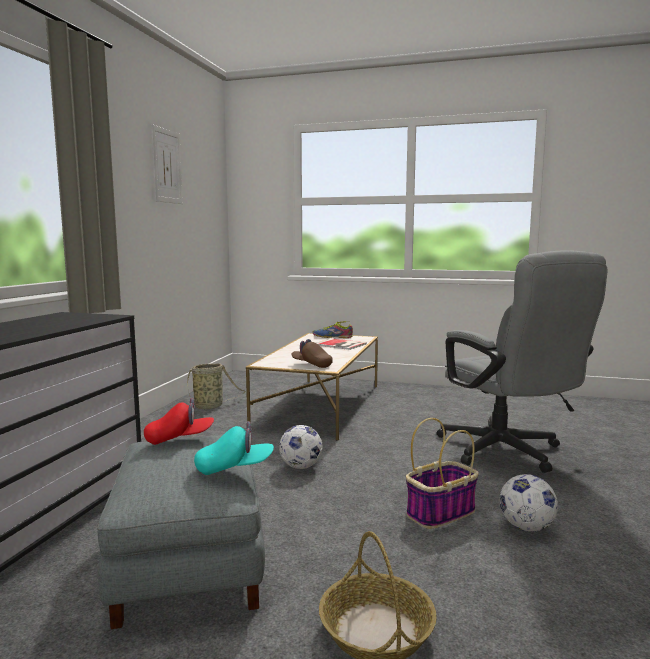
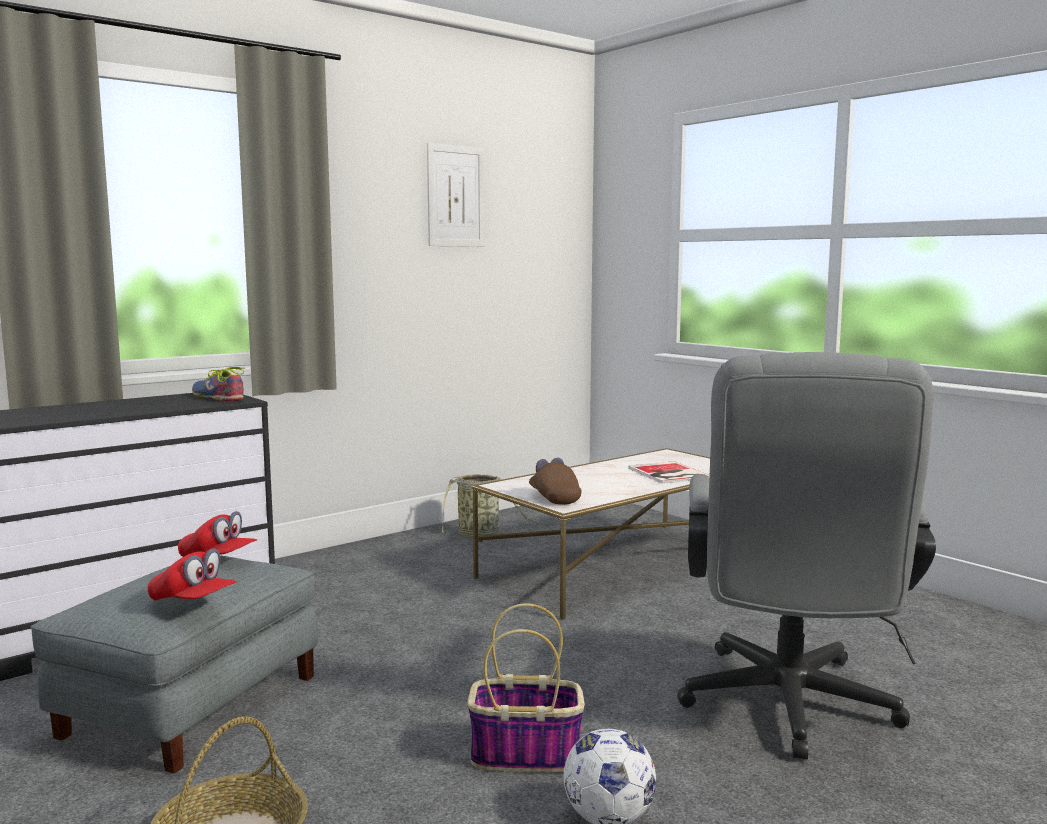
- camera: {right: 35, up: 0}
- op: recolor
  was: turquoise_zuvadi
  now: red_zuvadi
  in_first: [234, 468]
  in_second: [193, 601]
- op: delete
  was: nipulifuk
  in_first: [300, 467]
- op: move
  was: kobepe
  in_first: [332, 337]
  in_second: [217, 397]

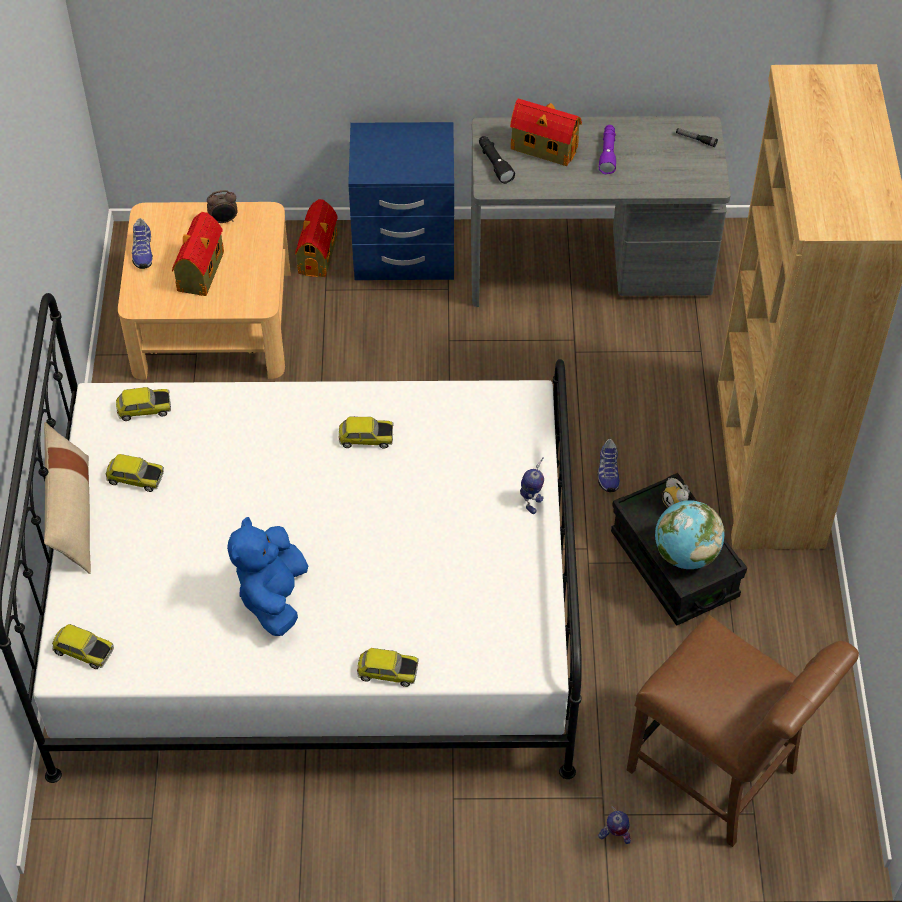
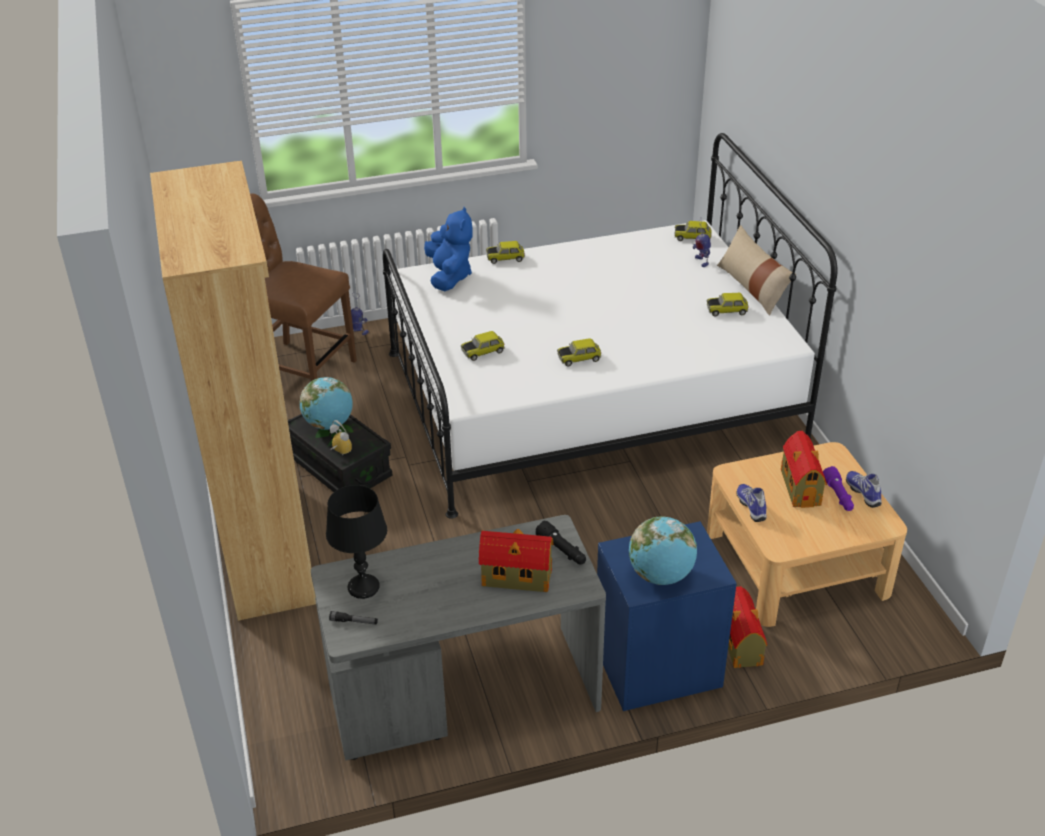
- camera: {right: 165, up: -15}
- op: move
  was: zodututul
  in_first: [144, 409]
  in_second: [483, 351]
- op: delete
  was: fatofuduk
  in_first: [224, 221]
- op: move
  was: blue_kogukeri
  in_first: [273, 596]
  in_second: [449, 276]
- op: move
  was: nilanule
  in_first: [531, 501]
  in_second: [701, 261]
- op: move
  was: kobepe
  in_first: [607, 472]
  in_second: [752, 506]
- op: move
  was: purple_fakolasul
  in_first: [607, 153]
  in_second: [838, 496]
- op: insert
  now: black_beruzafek
  in_second: [363, 587]
- op: insert
  now: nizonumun
  in_second: [661, 575]

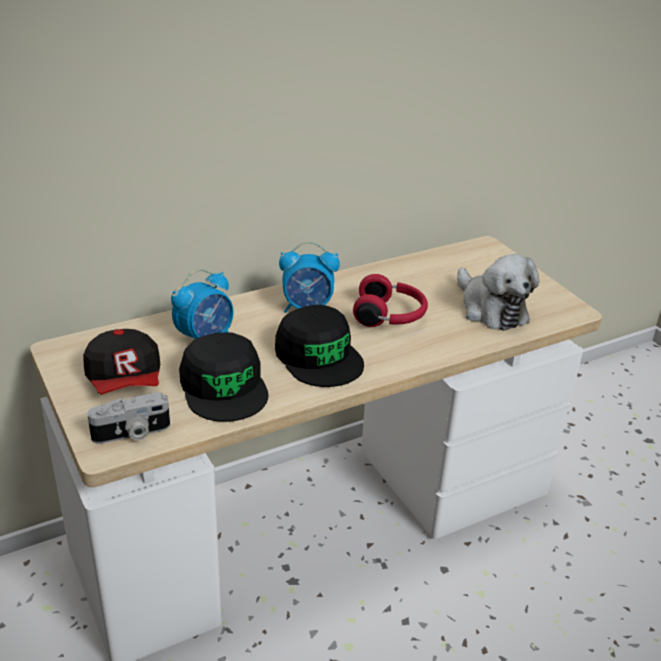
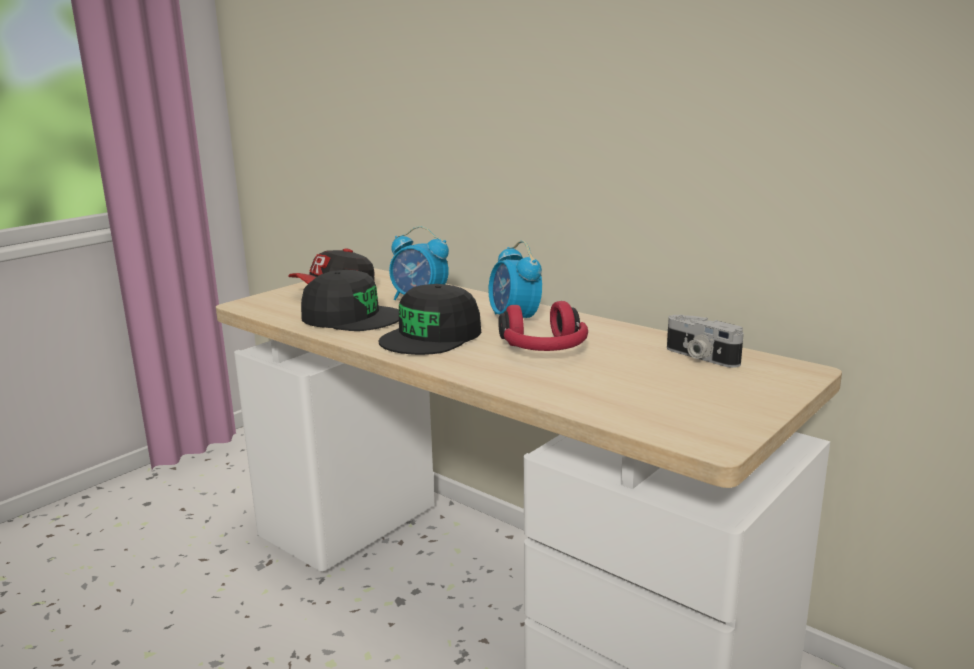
- camera: {right: 70, up: -15}
- op: move
  was: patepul
  in_first: [132, 433]
  in_second: [700, 357]
- op: rotate
  was: black_zuvadi
  in_first: [224, 386]
  in_second: [351, 317]
  clockwise: -120
- op: delete
  was: kogukeri
  in_first: [491, 309]

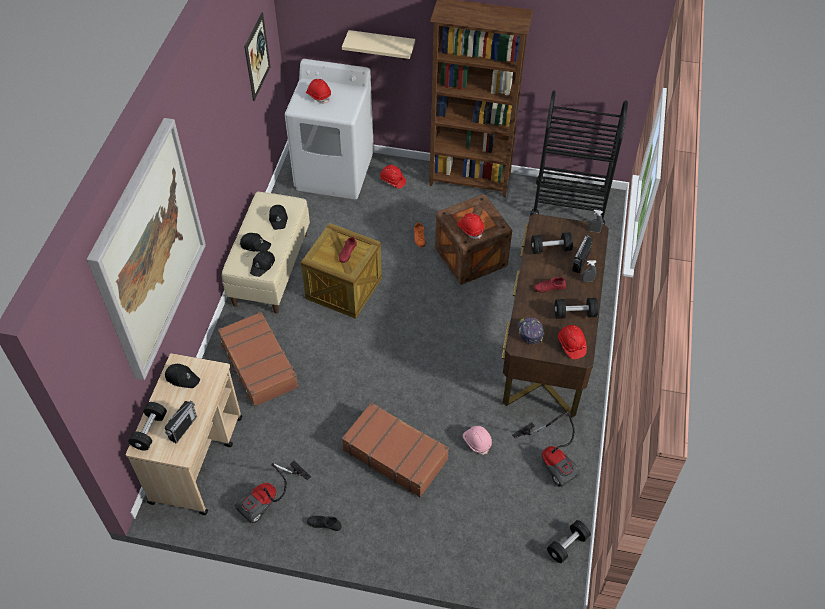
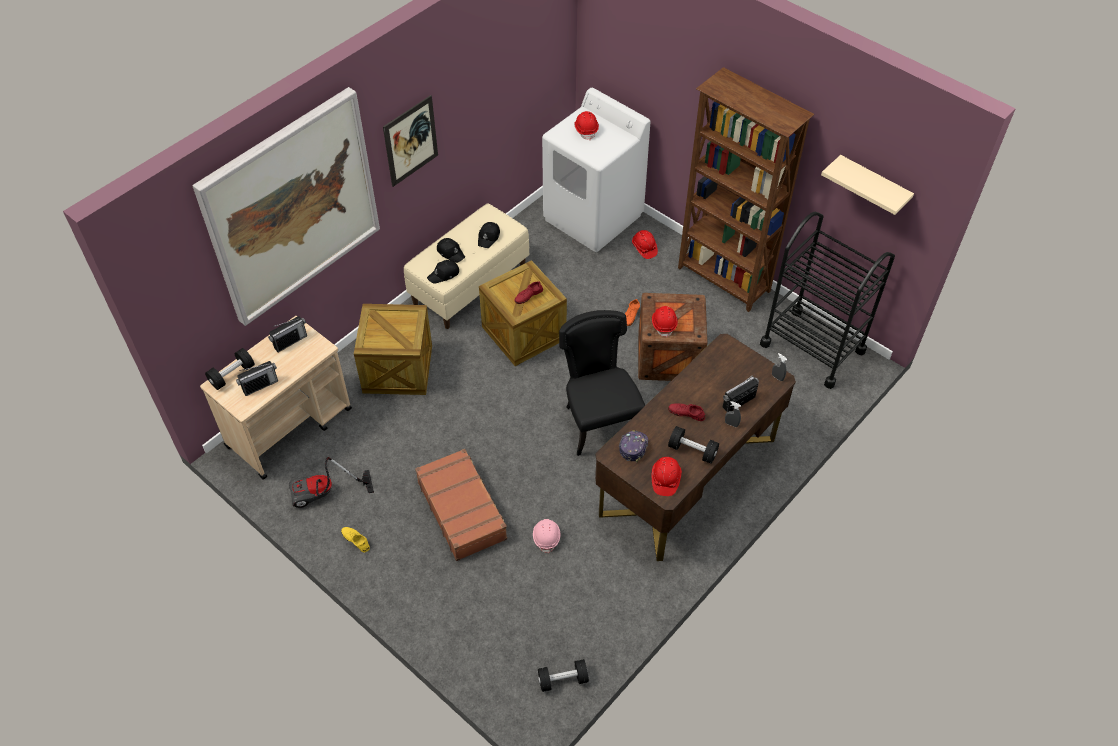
- camera: {right: 30, up: 0}
- op: replace
  was: black_zuvadi
  now: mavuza
  in_first: [182, 378]
  in_second: [290, 341]
- op: replace
  was: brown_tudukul
  now: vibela
  in_first: [258, 365]
  in_second: [398, 369]
- op: move
  was: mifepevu
  in_first: [257, 57]
  in_second: [411, 141]
- op: recolor
  was: black_kobepe
  now: yellow_kobepe
  in_first: [324, 524]
  in_second: [355, 540]
- op: move
  was: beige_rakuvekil
  in_first: [382, 45]
  in_second: [873, 186]
- op: delete
  was: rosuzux
  in_first: [552, 459]
- op: delete
  was: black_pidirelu
  in_first: [550, 249]
- op: insert
  now: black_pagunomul
  in_second: [598, 421]

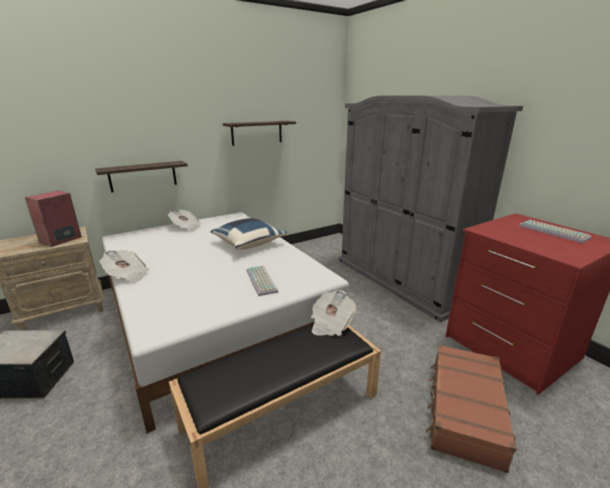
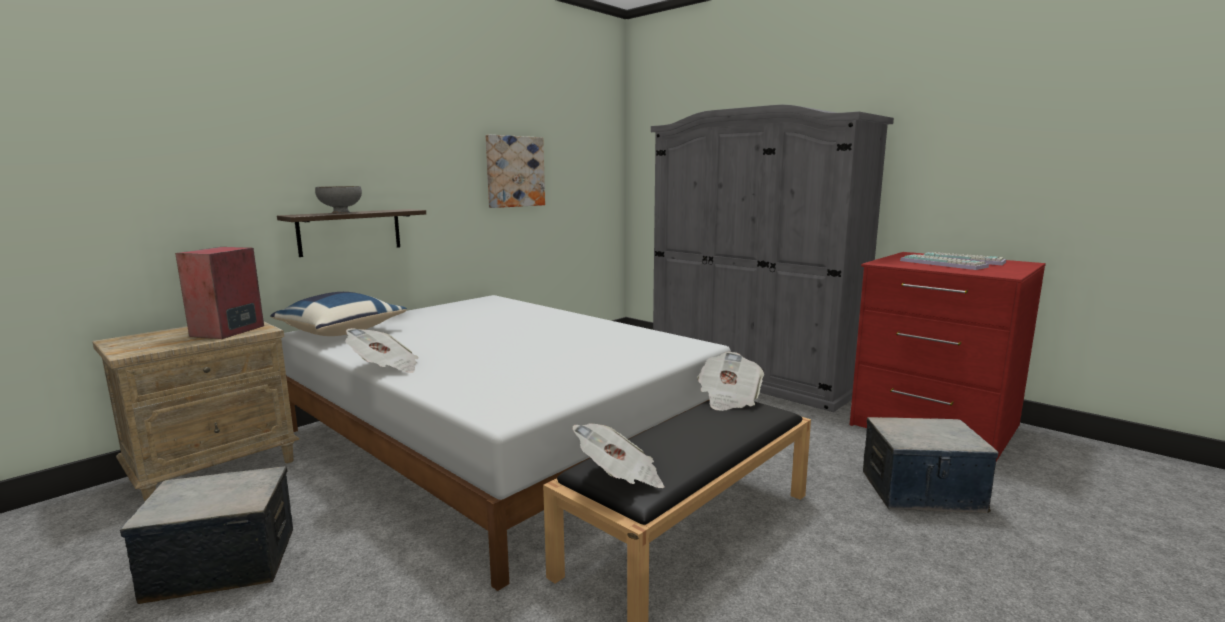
- camera: {right: -15, up: -10}
- op: move
  was: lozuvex
  in_first: [186, 227]
  in_second: [620, 477]
- op: move
  was: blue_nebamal
  in_first: [248, 243]
  in_second: [341, 332]
- op: replace
  was: rakuvekil
  now: mifepevu
  in_first: [257, 132]
  in_second: [515, 171]
- op: move
  was: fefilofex
  in_first: [262, 281]
  in_second: [944, 264]
- op: replace
  was: brown_tudukul
  now: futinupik
  in_first: [464, 410]
  in_second: [921, 492]
- op: insert
  now: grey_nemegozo
  in_second: [341, 213]

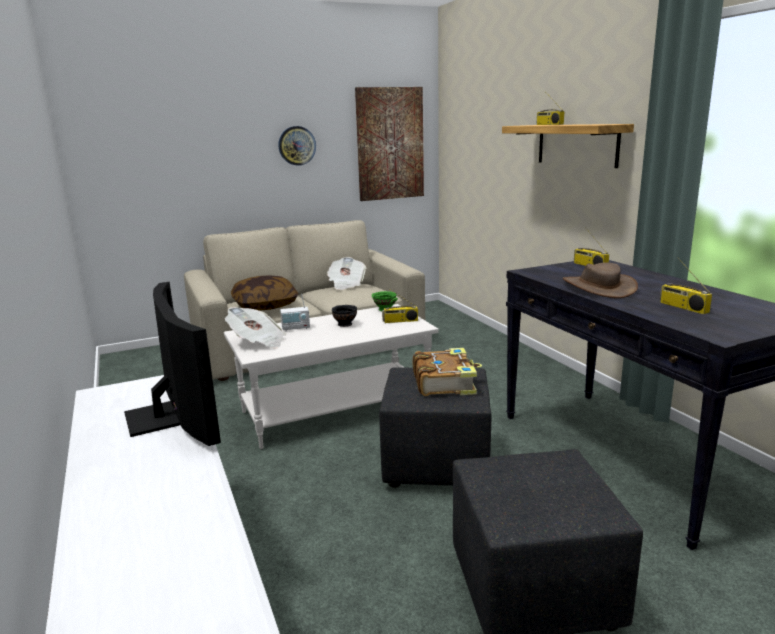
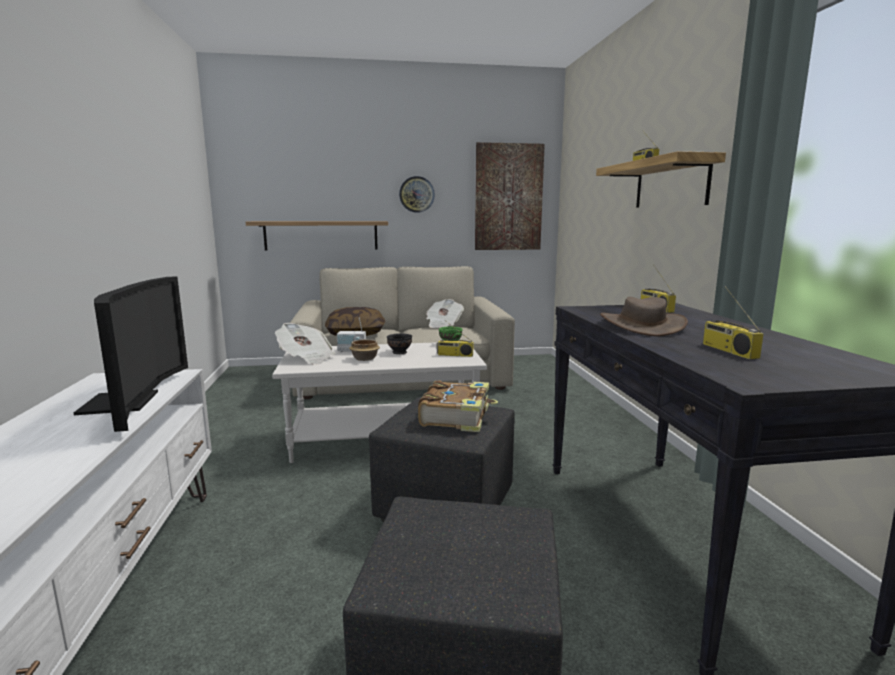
- camera: {right: 15, up: -5}
- op: insert
  now: rakuvekil
  in_second: [321, 235]
- op: insert
  now: nemegozo
  in_second: [364, 359]

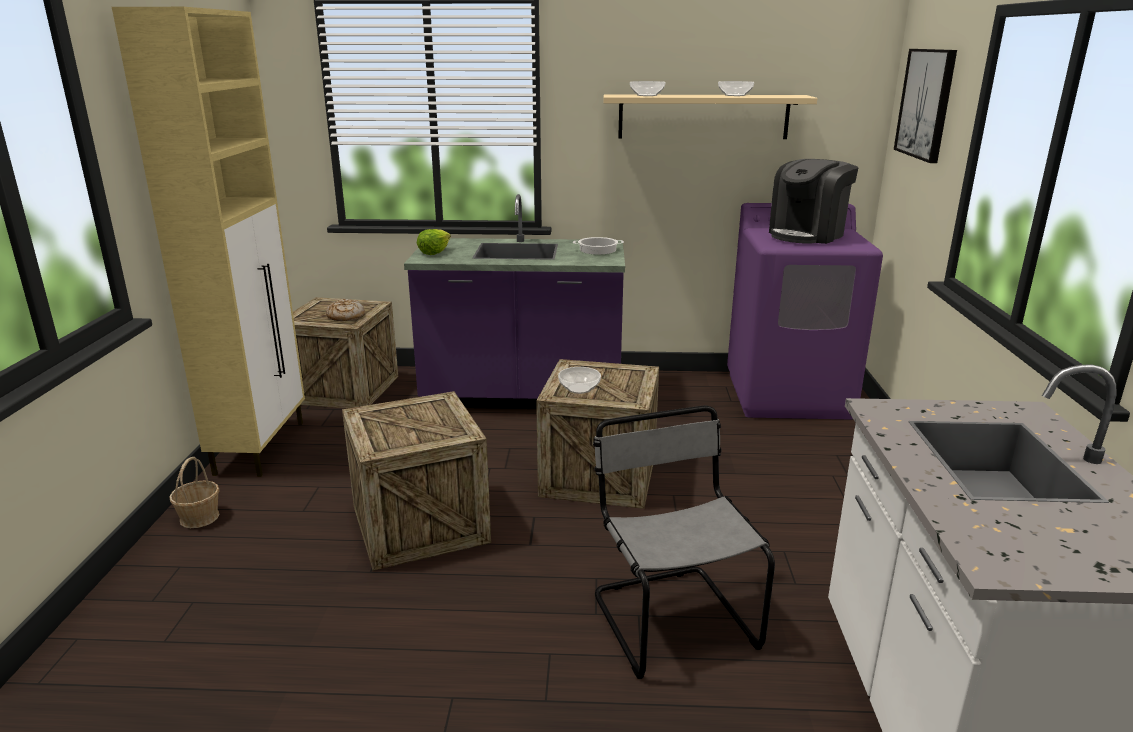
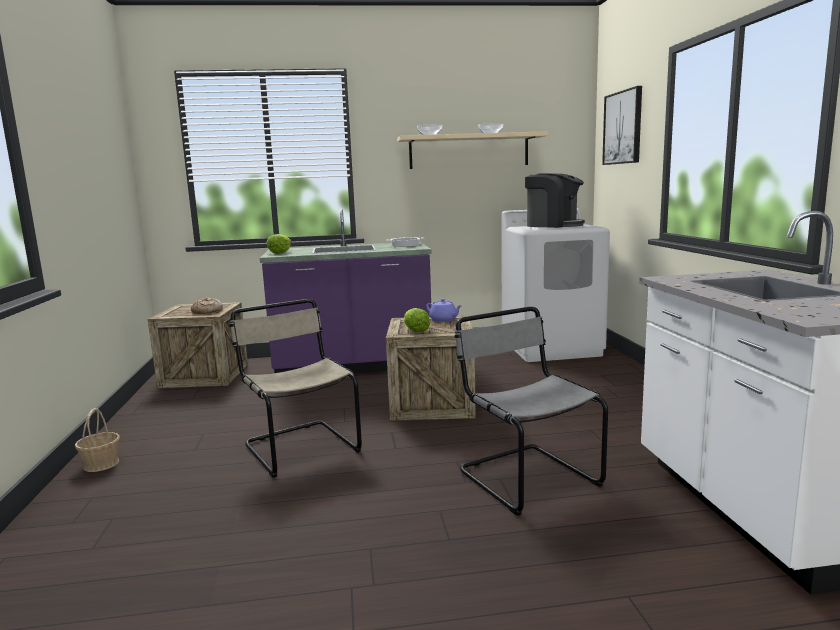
- camera: {right: -10, up: -10}
- op: delete
  was: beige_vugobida
  in_first: [261, 447]
- op: replace
  was: vibela
  now: beige_pagunomul
  in_first: [420, 524]
  in_second: [299, 447]
- op: replace
  was: nemegozo
  now: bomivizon
  in_first: [579, 389]
  in_second: [415, 329]
- op: recolor
  was: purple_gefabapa
  now: white_gefabapa
  in_first: [789, 395]
  in_second: [552, 348]
- op: rotate
  was: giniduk
  in_first: [807, 234]
  in_second: [553, 225]
  clockwise: -90
- op: insert
  now: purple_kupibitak
  in_second: [444, 320]

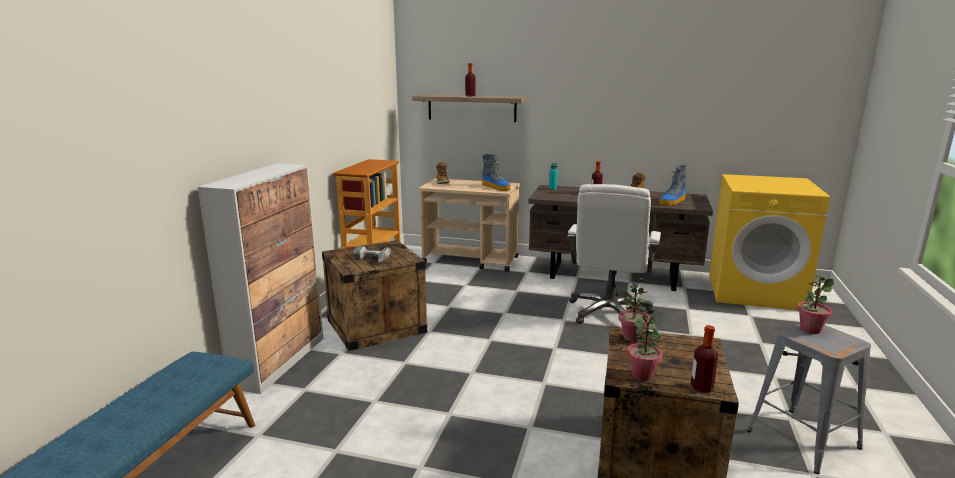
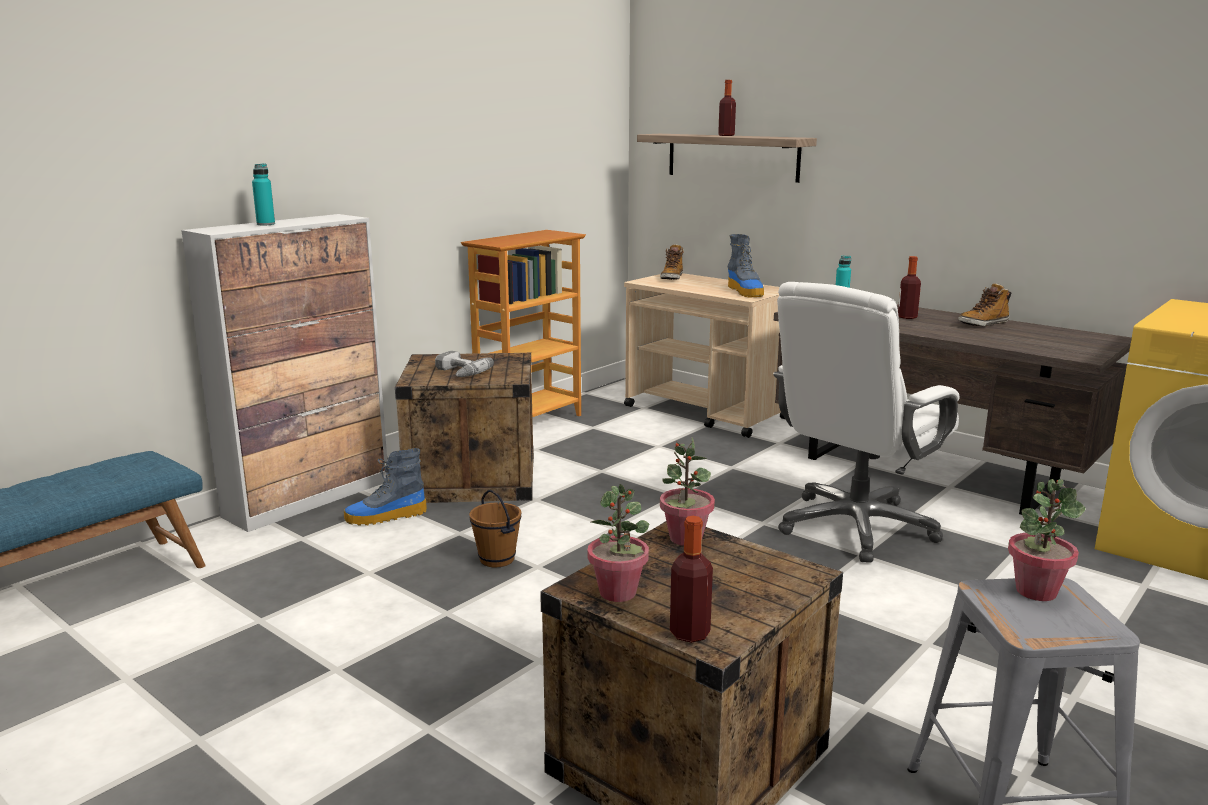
- camera: {right: 25, up: 0}
- op: move
  was: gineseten
  in_first: [672, 202]
  in_second: [385, 517]
- op: insert
  now: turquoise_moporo
  in_second: [266, 224]
- op: insert
  now: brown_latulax
  in_second: [496, 559]

